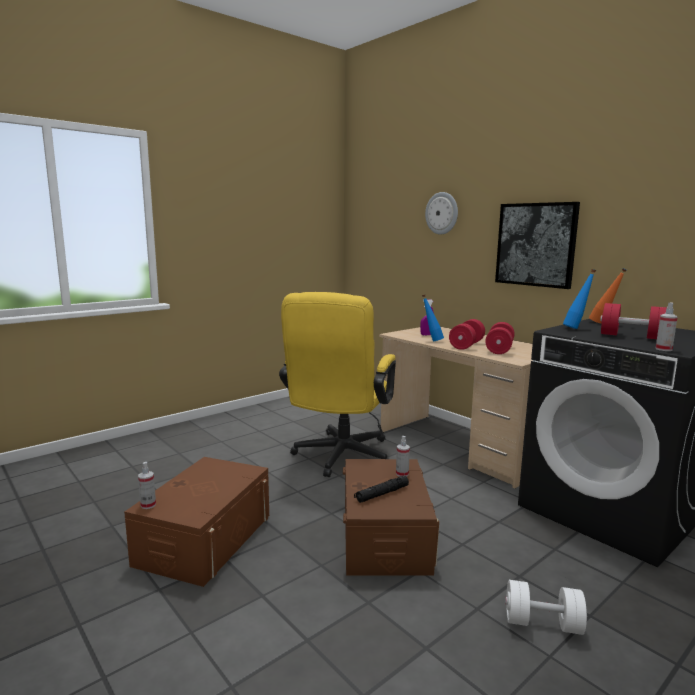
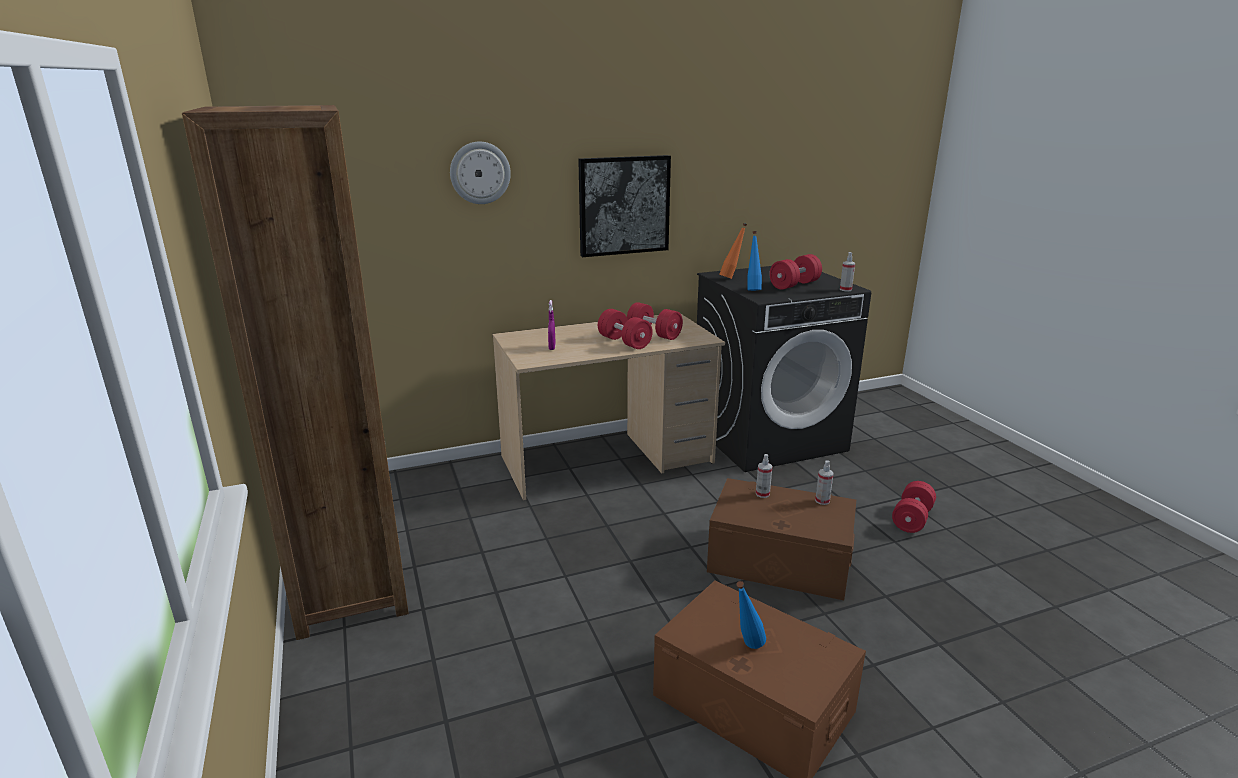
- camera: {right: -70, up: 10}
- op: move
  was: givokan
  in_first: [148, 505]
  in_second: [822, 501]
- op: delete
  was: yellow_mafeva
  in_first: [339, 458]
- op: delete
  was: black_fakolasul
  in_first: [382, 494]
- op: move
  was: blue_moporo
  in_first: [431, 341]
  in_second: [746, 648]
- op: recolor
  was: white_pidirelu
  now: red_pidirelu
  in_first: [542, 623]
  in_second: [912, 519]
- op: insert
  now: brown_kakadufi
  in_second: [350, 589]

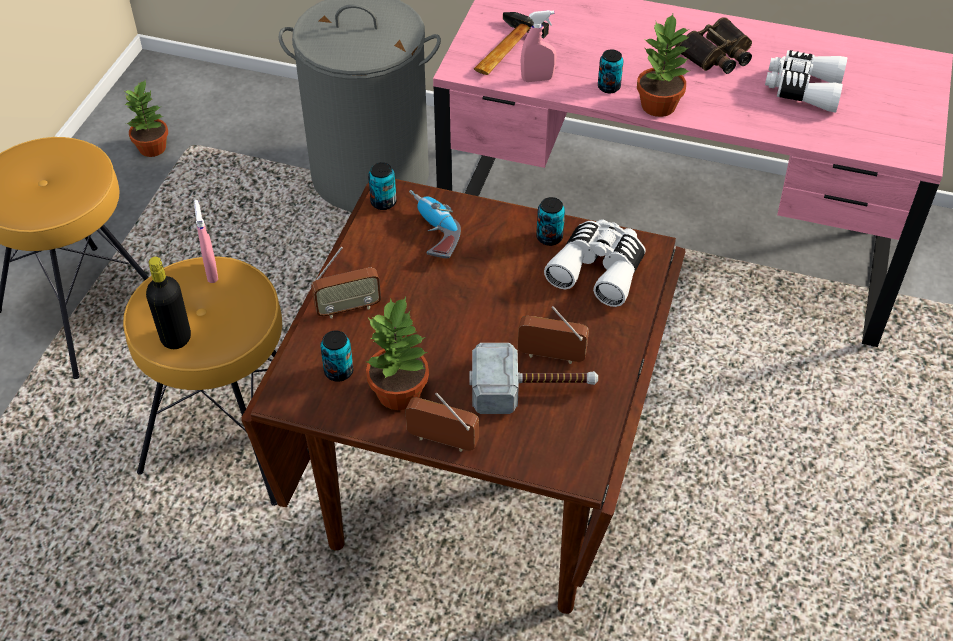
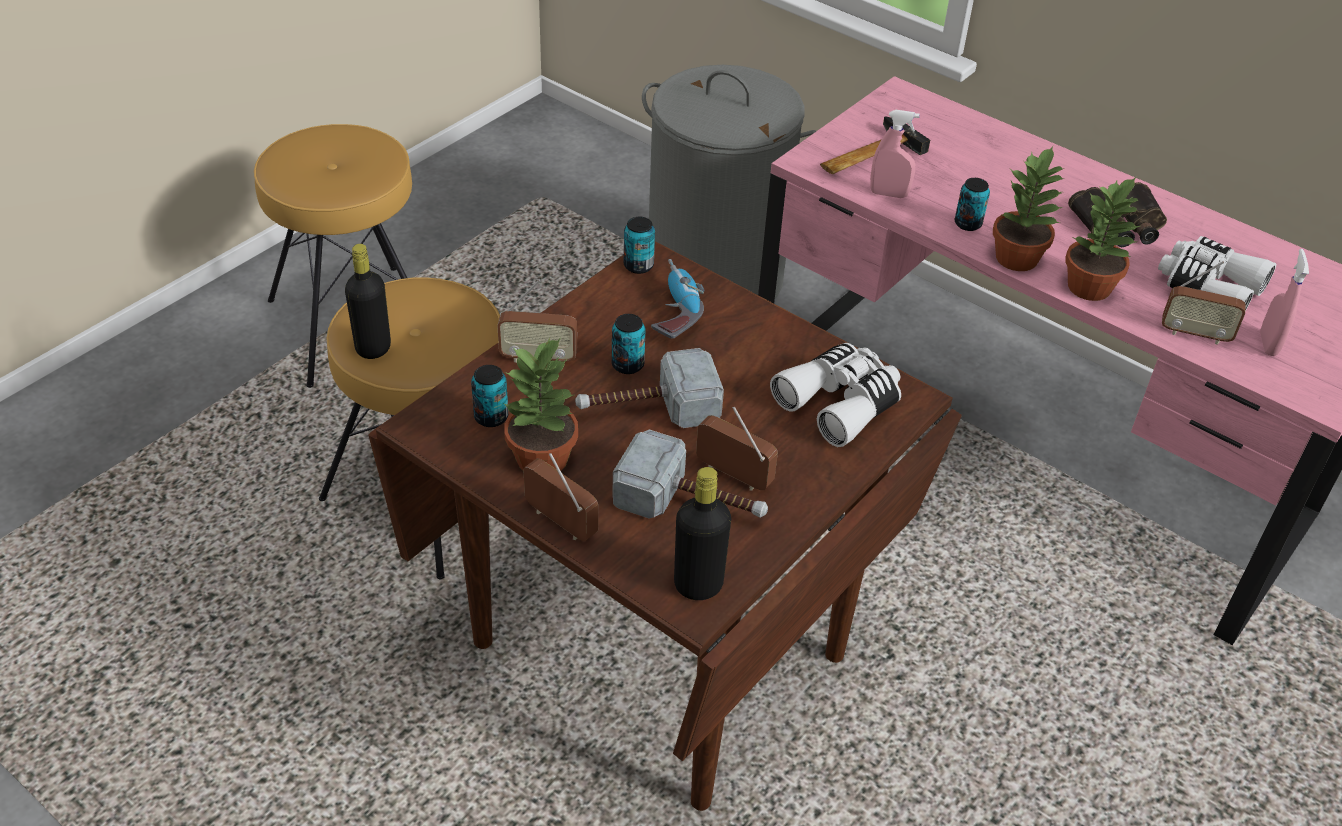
- camera: {right: 20, up: -5}
- op: move
  was: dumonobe
  in_first: [153, 148]
  in_second: [1090, 287]
- op: move
  was: pink_givokan
  in_first: [212, 272]
  in_second: [1268, 344]
- op: move
  was: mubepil
  in_first: [549, 237]
  in_second: [627, 365]
- op: insert
  now: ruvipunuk
  in_second: [647, 409]
- op: insert
  now: black_moporo
  in_second: [698, 585]
- op: insert
  now: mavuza
  in_second: [1195, 334]

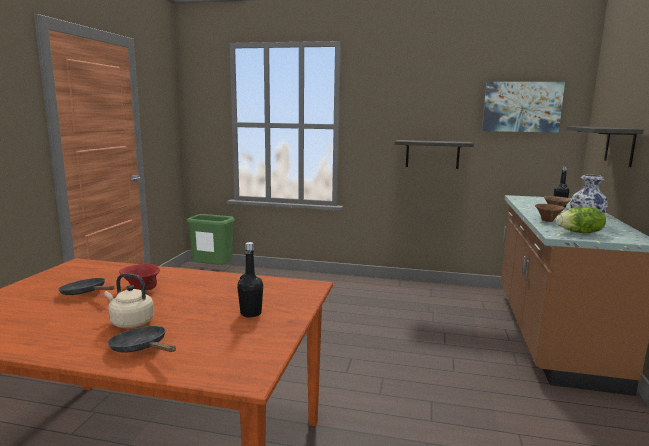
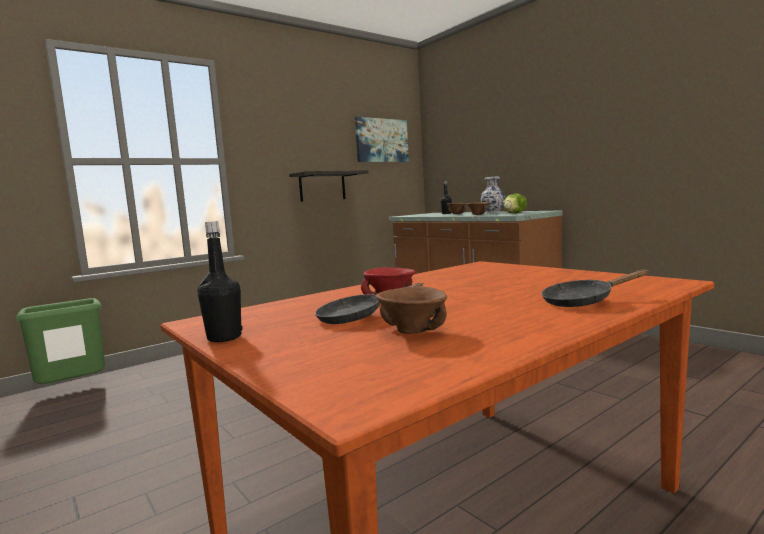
- camera: {right: -50, up: -5}
- op: delete
  was: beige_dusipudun
  in_first: [130, 322]
- op: move
  was: black_moporo
  in_first: [251, 313]
  in_second: [224, 337]
- op: delete
  was: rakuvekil
  in_first: [620, 146]
- op: insert
  now: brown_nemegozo
  in_second: [411, 331]

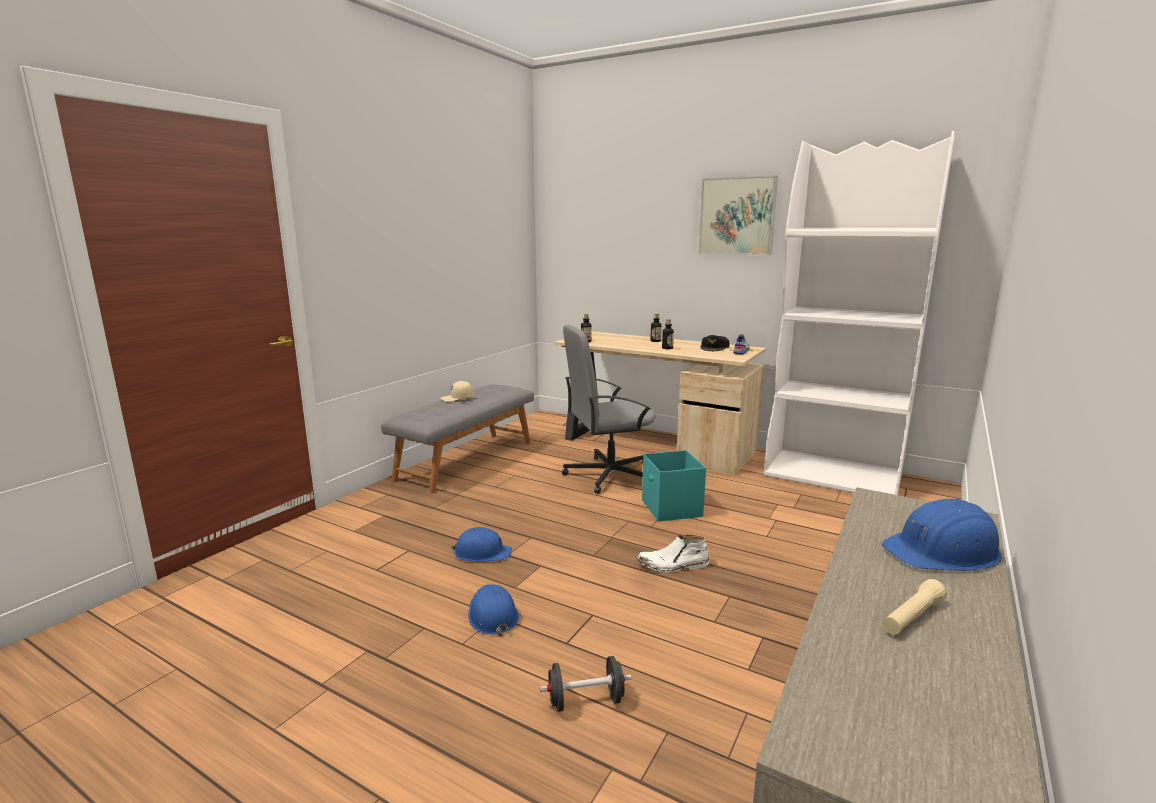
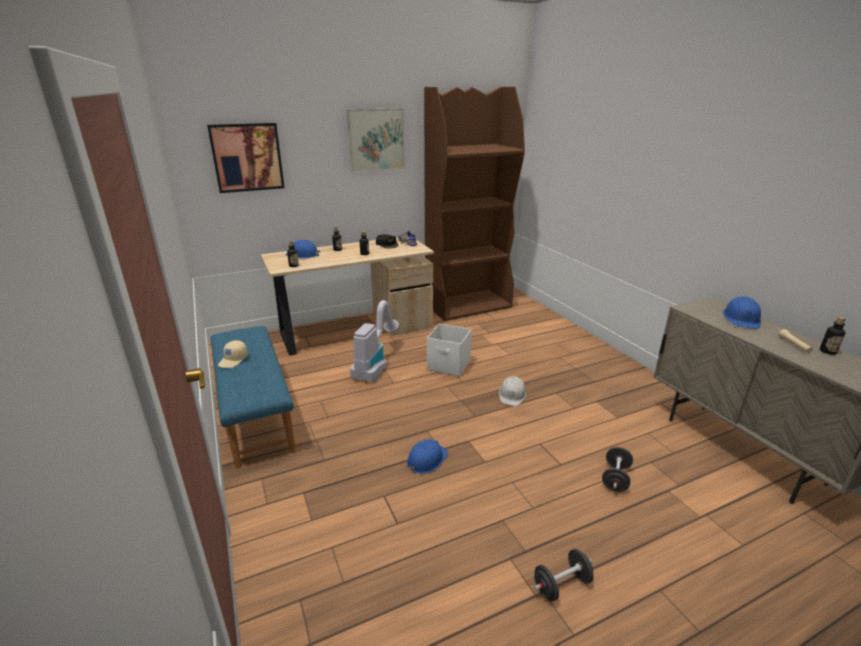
- camera: {right: -55, up: 10}
- op: recolor
  was: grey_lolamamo
  now: blue_lolamamo
  in_first: [466, 460]
  in_second: [254, 413]
- op: move
  was: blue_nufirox
  in_first: [492, 616]
  in_second: [302, 255]
- op: replace
  was: grey_mafeva
  now: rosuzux
  in_first: [608, 475]
  in_second: [375, 365]
- op: replace
  was: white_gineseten
  now: white_nufirox
  in_first: [673, 565]
  in_second: [512, 395]
- op: recolor
  was: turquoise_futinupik
  now: white_futinupik
  in_first: [671, 509]
  in_second: [449, 365]
- op: recolor
  was: white_kakadufi
  now: brown_kakadufi
  in_first: [834, 475]
  in_second: [468, 305]
- op: insert
  now: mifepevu
  in_second: [247, 157]
- op: insert
  now: black_pidirelu
  in_second: [561, 585]
- op: insert
  now: moporo
  in_second: [827, 351]

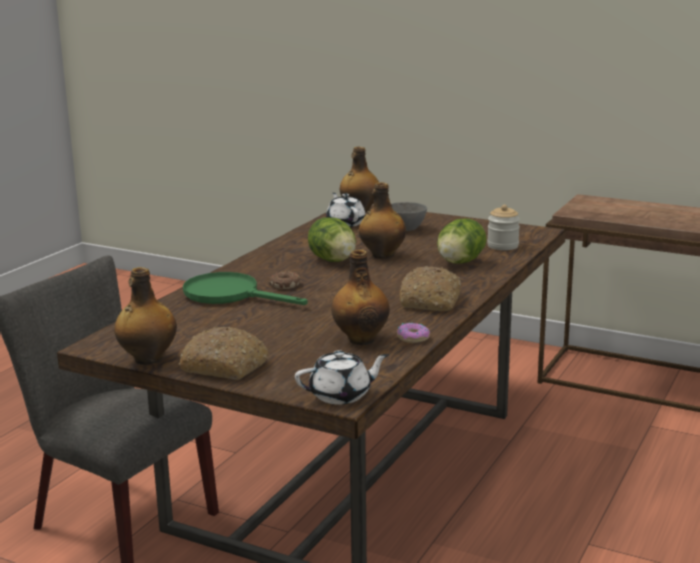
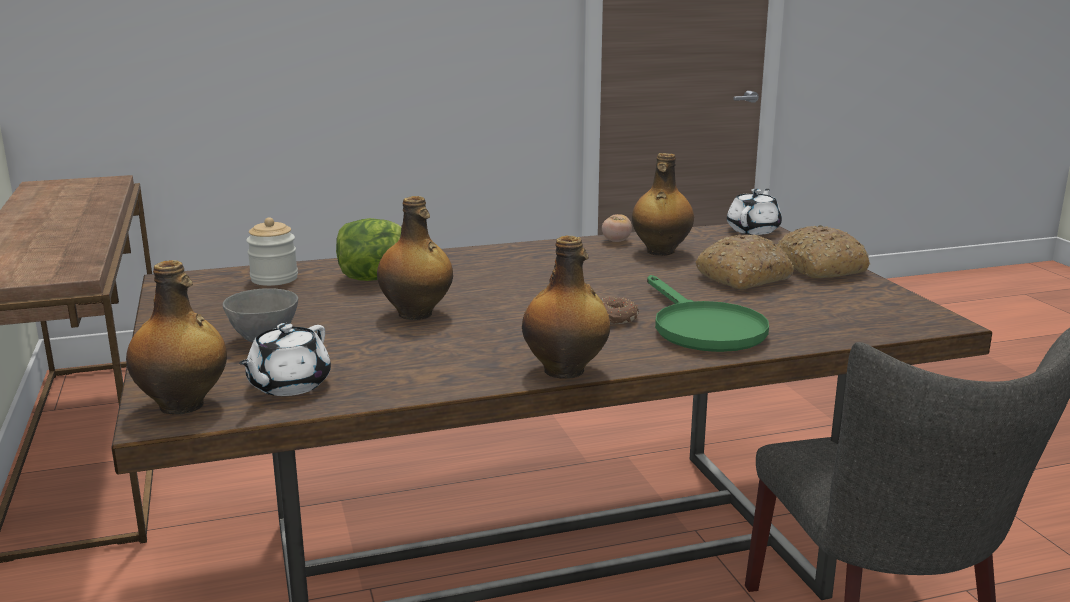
- camera: {right: -135, up: 0}
- op: move
  was: moporo
  in_first: [147, 359]
  in_second: [566, 371]
- op: rotate
  was: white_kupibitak
  in_first: [341, 395]
  in_second: [753, 230]
  clockwise: 90
- op: delete
  was: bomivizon
  in_first: [333, 260]
- op: replace
  was: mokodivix
  now: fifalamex
  in_first: [413, 338]
  in_second: [616, 241]
- op: move
  was: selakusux
  in_first: [431, 301]
  in_second: [744, 277]

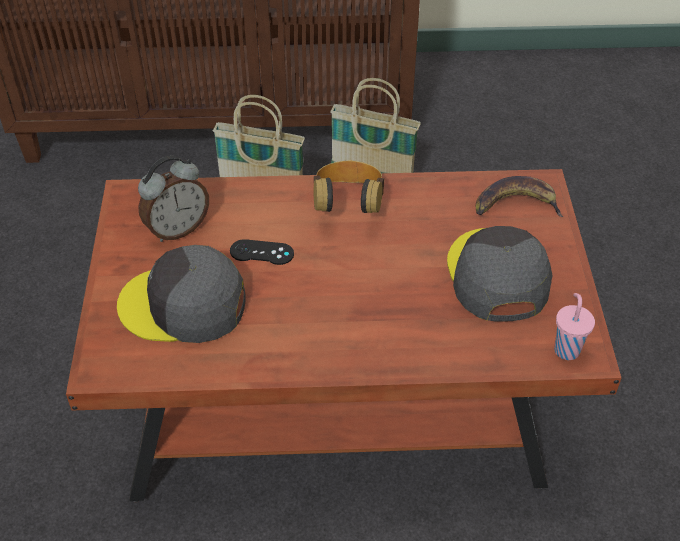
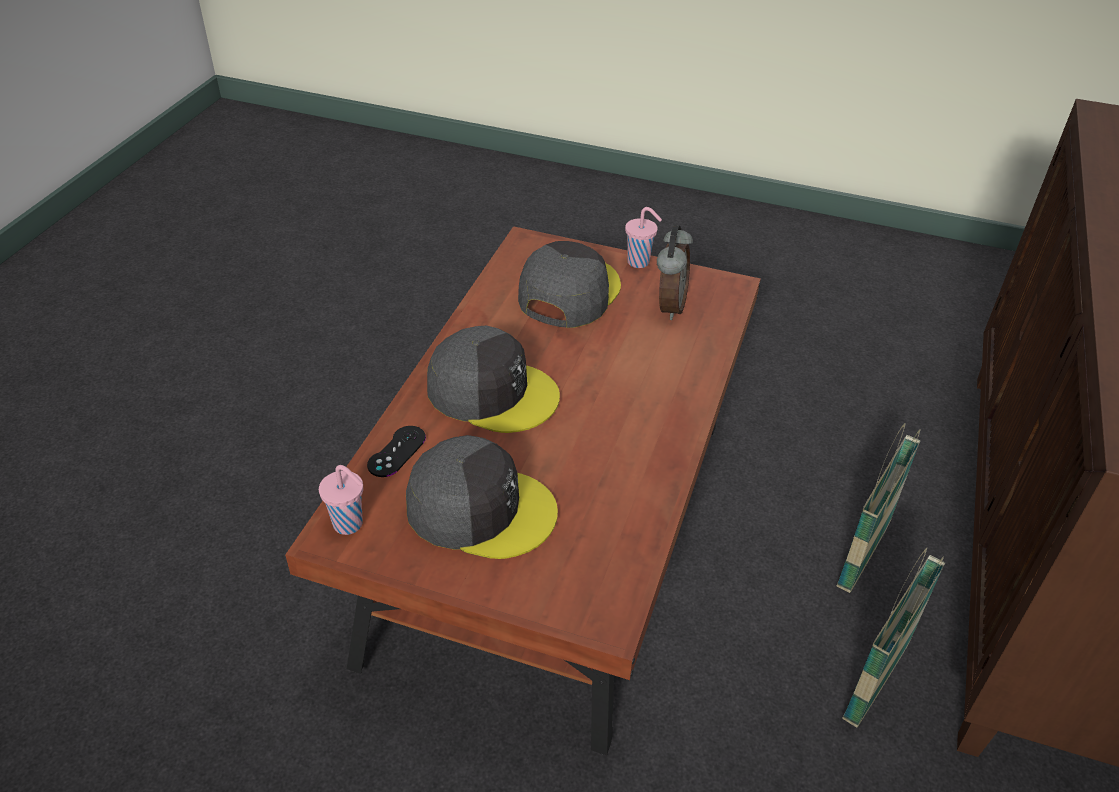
- camera: {right: 110, up: -5}
- op: rotate
  was: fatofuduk
  in_first: [177, 229]
  in_second: [669, 306]
  clockwise: -150
- op: move
  was: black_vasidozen
  in_first: [262, 252]
  in_second: [397, 451]
- op: delete
  was: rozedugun
  in_first: [348, 205]
- op: delete
  was: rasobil
  in_first: [516, 204]
- op: insert
  now: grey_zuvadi
  in_second: [492, 392]
- op: insert
  now: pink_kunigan
  in_second: [639, 262]

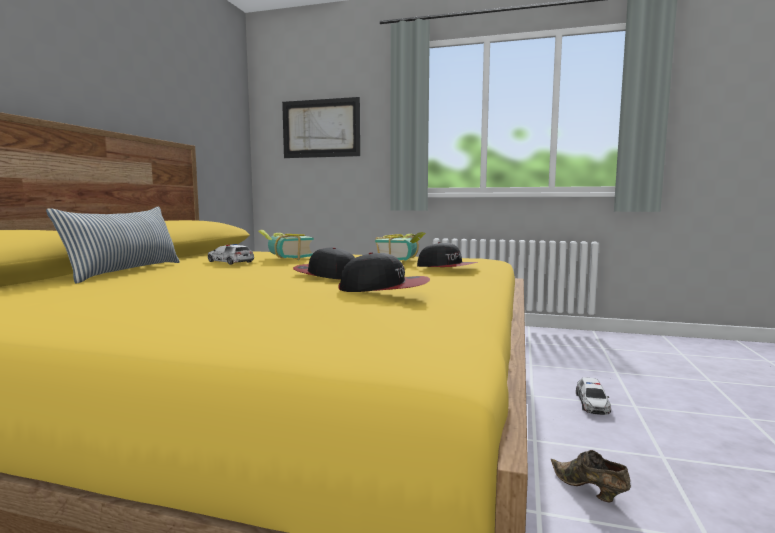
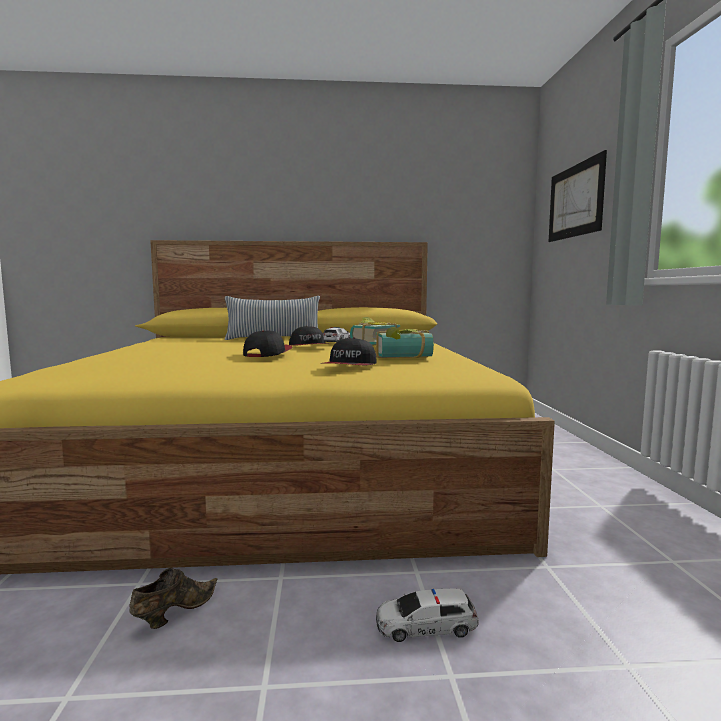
- camera: {right: 70, up: 0}
- op: move
  was: zuvadi
  in_first: [384, 288]
  in_second: [309, 346]

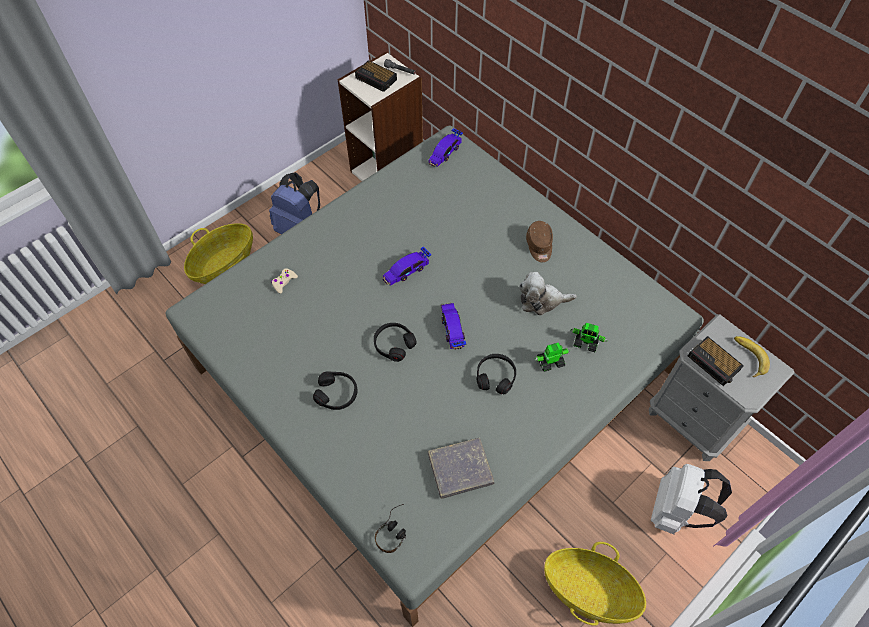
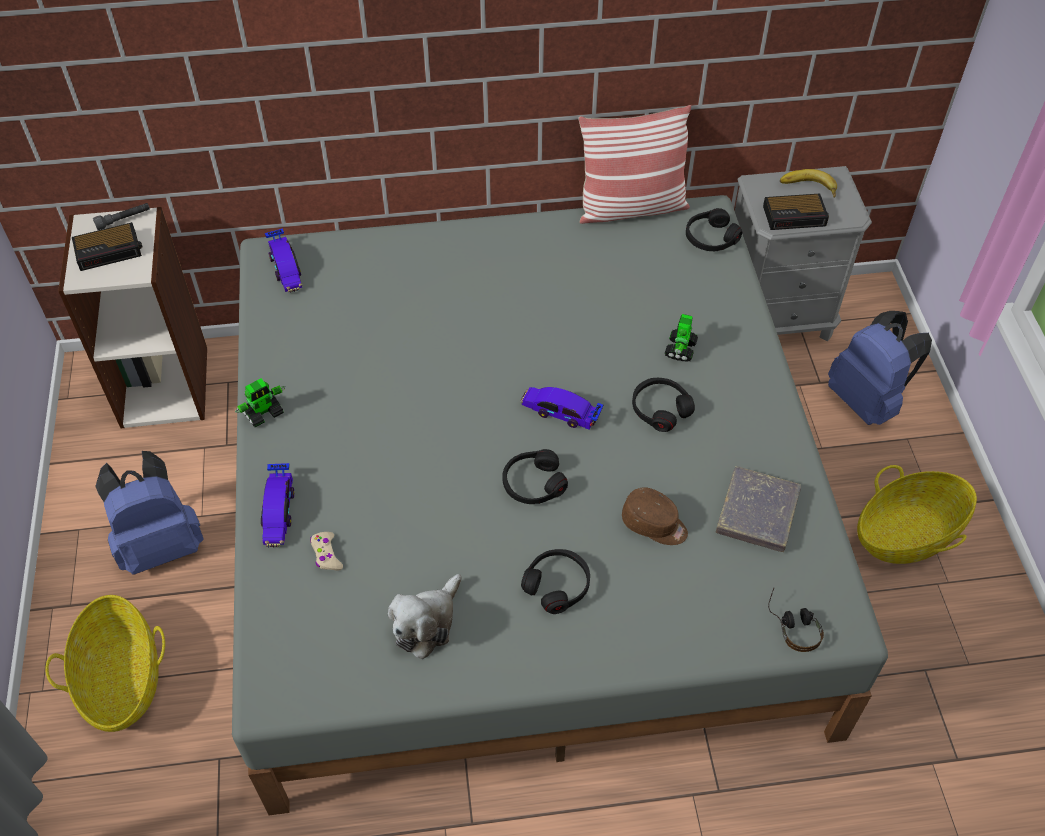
- camera: {right: -55, up: -5}
- op: move
  was: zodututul
  in_first: [406, 271]
  in_second: [278, 511]
- op: move
  was: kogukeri
  in_first: [542, 301]
  in_second: [427, 623]
- op: move
  was: brown_zuvadi
  in_first: [539, 246]
  in_second: [654, 524]
- op: move
  was: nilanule
  in_first: [586, 343]
  in_second: [264, 413]
- op: recolor
  was: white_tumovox
  now: blue_tumovox
  in_first: [675, 511]
  in_second: [867, 400]
- op: insert
  now: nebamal
  in_second: [631, 207]
- op: insert
  now: black_rozedugun
  in_second: [710, 238]

